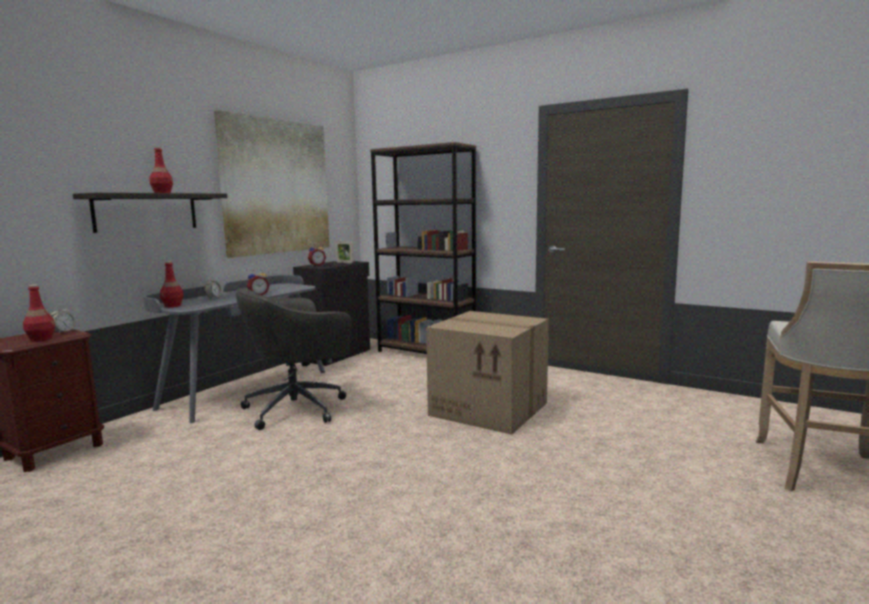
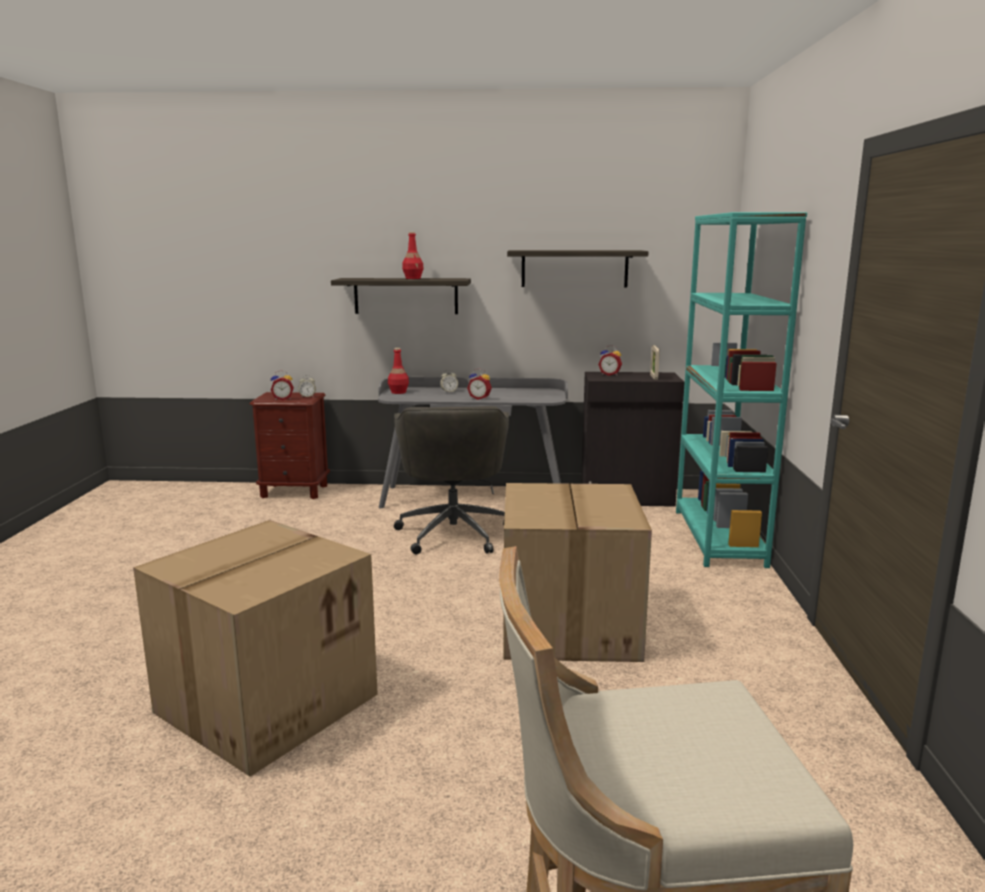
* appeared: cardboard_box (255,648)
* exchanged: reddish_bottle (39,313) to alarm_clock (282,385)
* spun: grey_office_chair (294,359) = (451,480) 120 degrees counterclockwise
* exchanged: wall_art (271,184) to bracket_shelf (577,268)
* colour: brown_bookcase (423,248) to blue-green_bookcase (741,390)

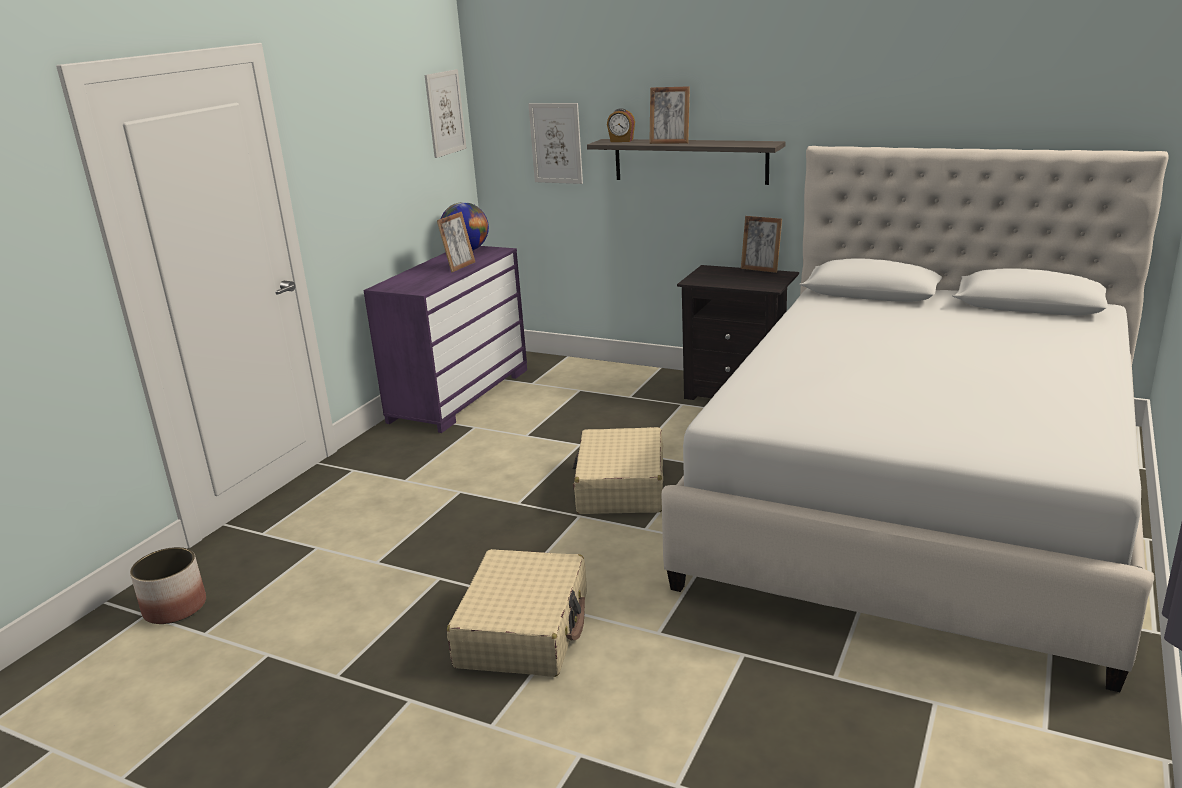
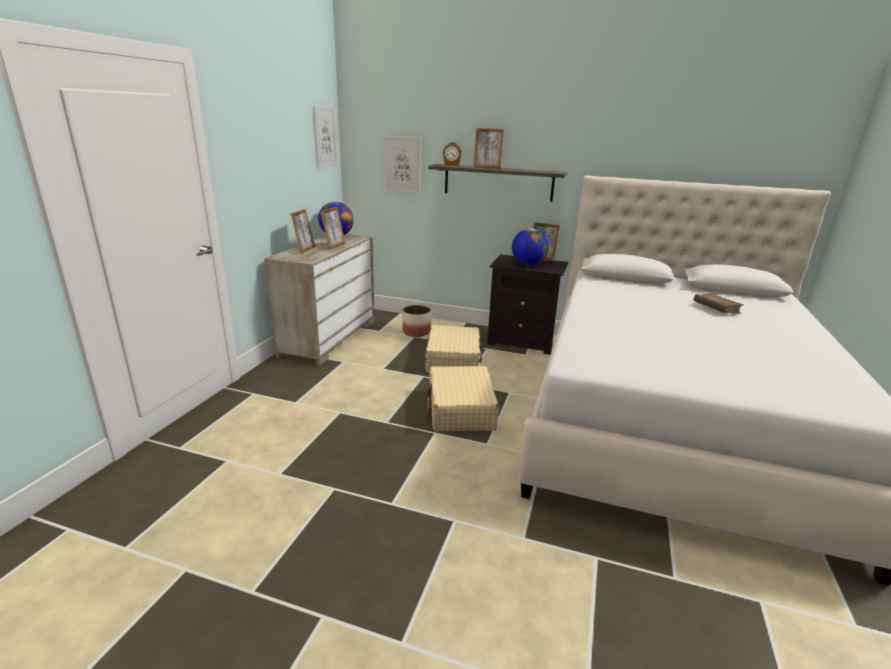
* colour: purple-coloured_chest_of_drawers (445,339) to beige_chest_of_drawers (319,300)
* appeared: picture_frame (303,231)
* relocated: flower_pot (168,585) to (417,321)
* relocated: beige_travel_case (517,613) to (454,349)
* appeared: globe (530,247)
* appeared: brown_volume (719,303)

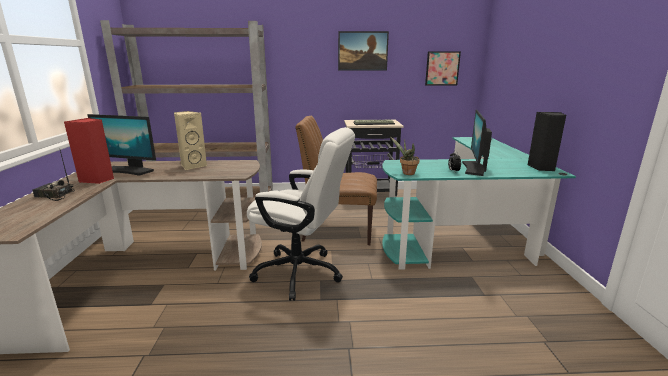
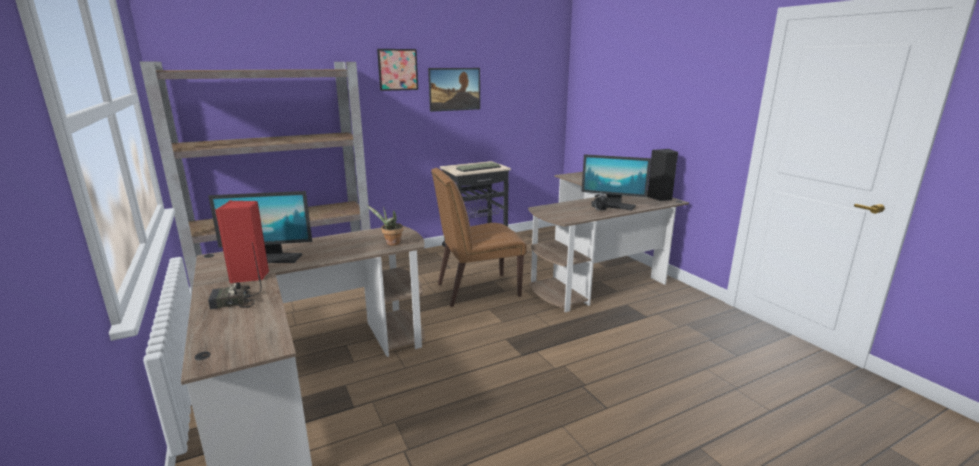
* relocated: plant_in_a_pot (405,156) to (385,225)
* relocated: wall_art (443,68) to (397,70)
* colour: blue-green_desk (479,203) to brown_desk (608,242)
* spun: computer_display (477,143) = (616,182) 60 degrees counterclockwise
* missing: beige_audio_speaker (190,140)
* missing: white-coloured_office_chair (301,214)

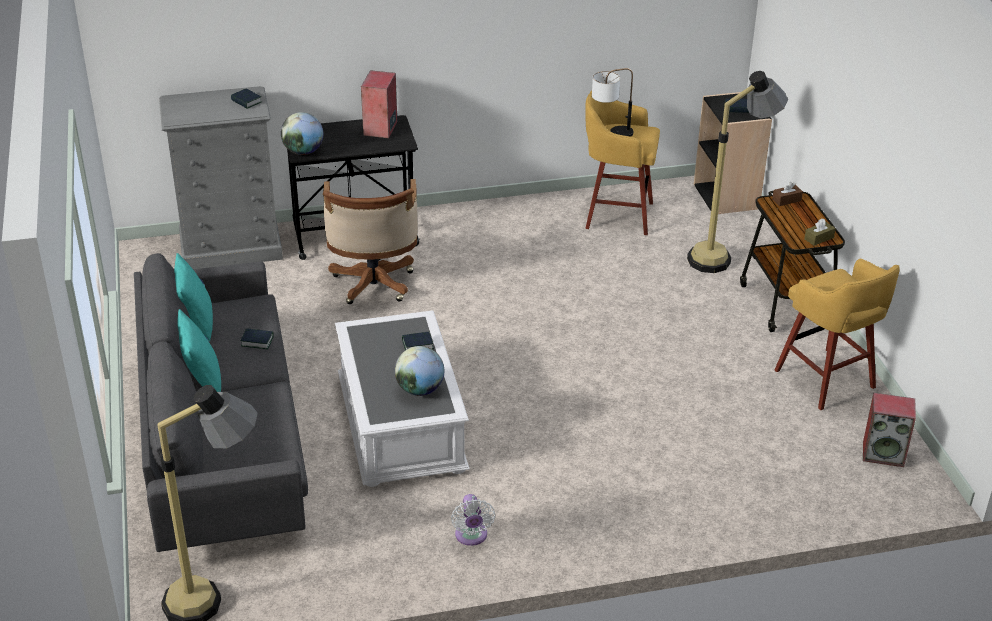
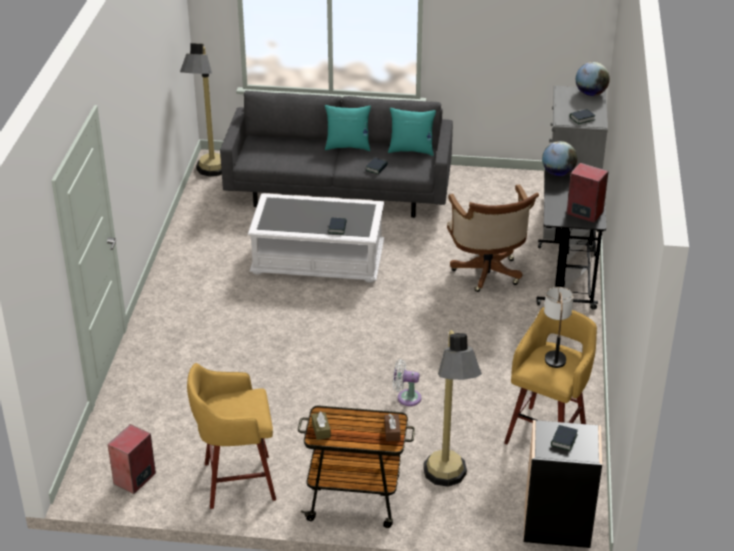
* relocated: white-coloured_fan (473,520) to (407,382)
* spun: office_chair (370,241) = (493,238) 120 degrees counterclockwise
* relocated: globe (419,371) to (593,79)

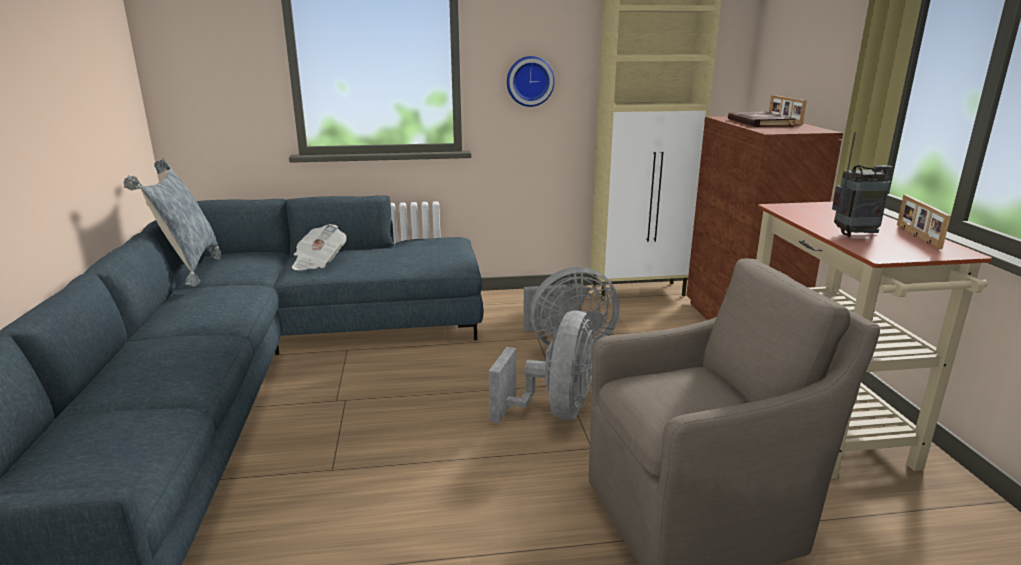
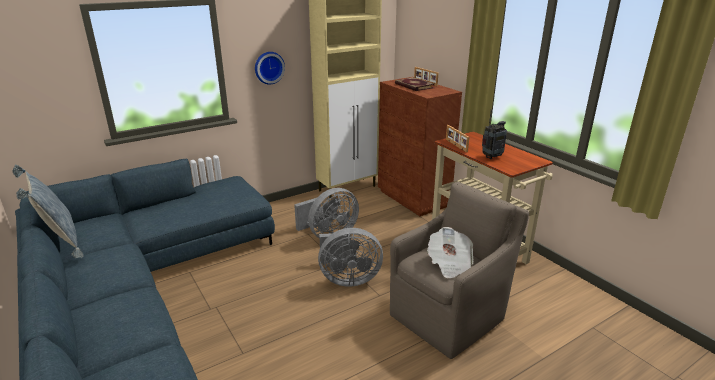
* spun: grey_fan (542,367) = (350,257) 90 degrees clockwise
* relocated: daily_paper (319,247) to (450,252)
* relocated: picture_frame (924,222) to (457,139)

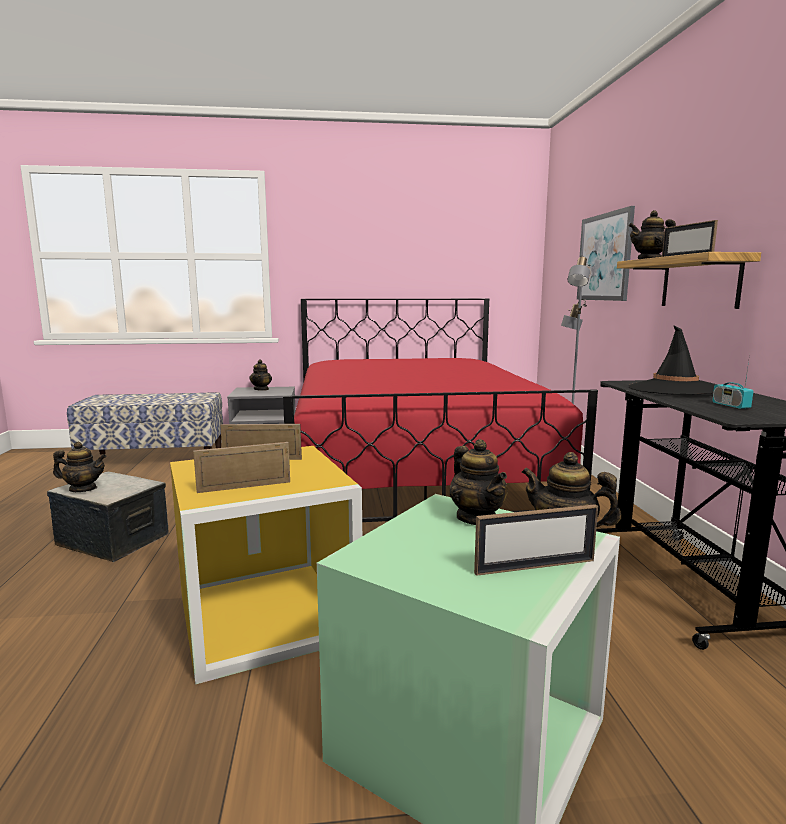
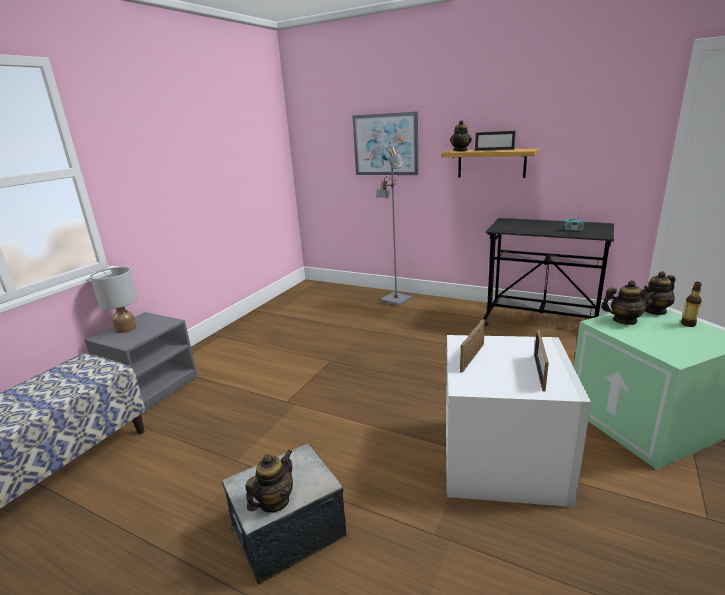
* exchanged: tea_pot (260,375) to grey_table_lamp (114,300)
* colour: yellowish_storage_box (266,565) to white-coloured_storage_box (518,421)
* exchanged: picture_frame (536,540) to bottle (691,304)
* missing: reddish_sleeping_bed (440,410)
* missing: black_clothing_hat (671,360)

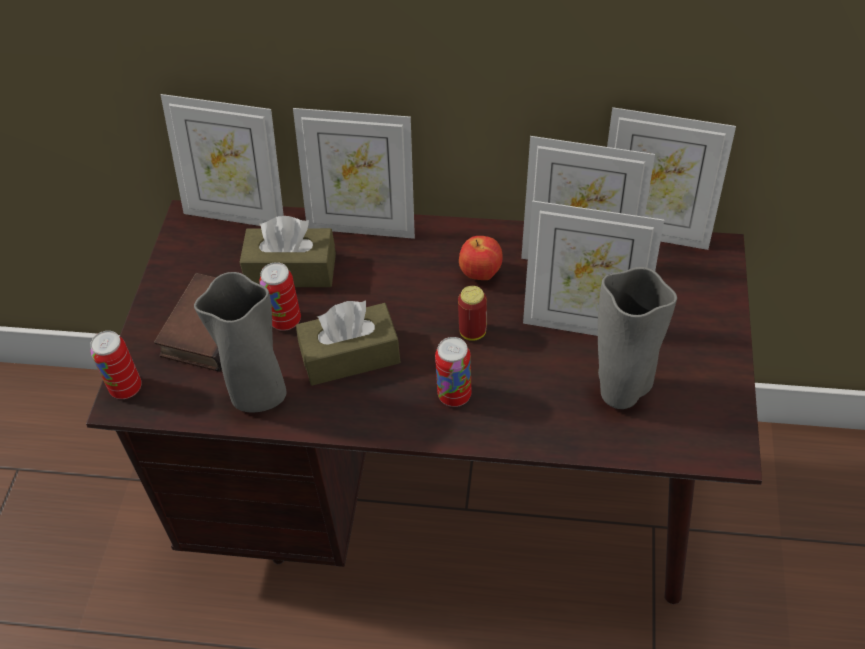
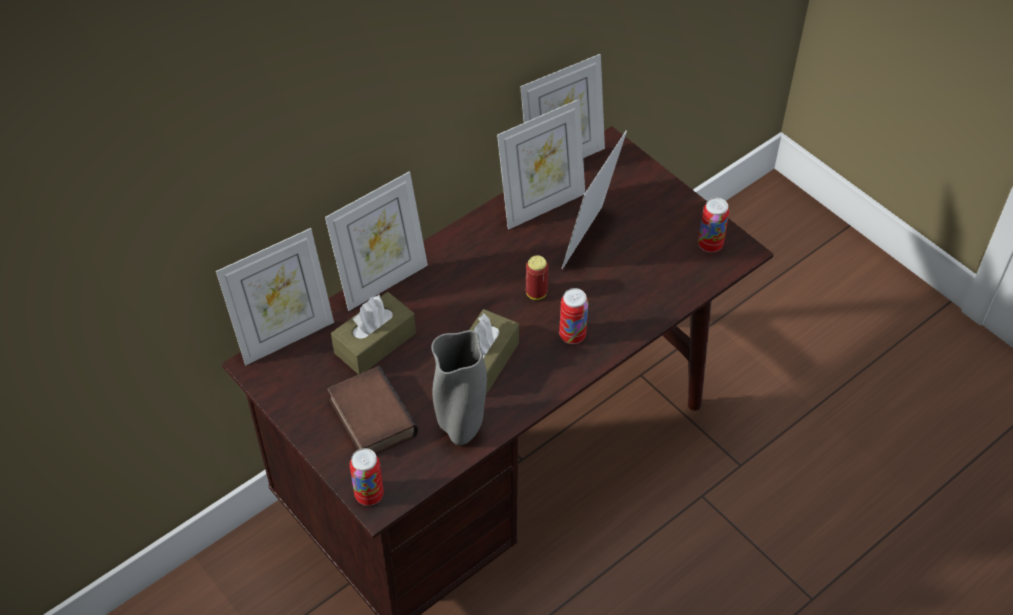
* spun: picture_frame (593,268) = (594,200) 150 degrees clockwise
* relocated: sealed_can (280,296) to (713,225)
* missing: apple (481,258)
* missing: grey_vase (637,338)

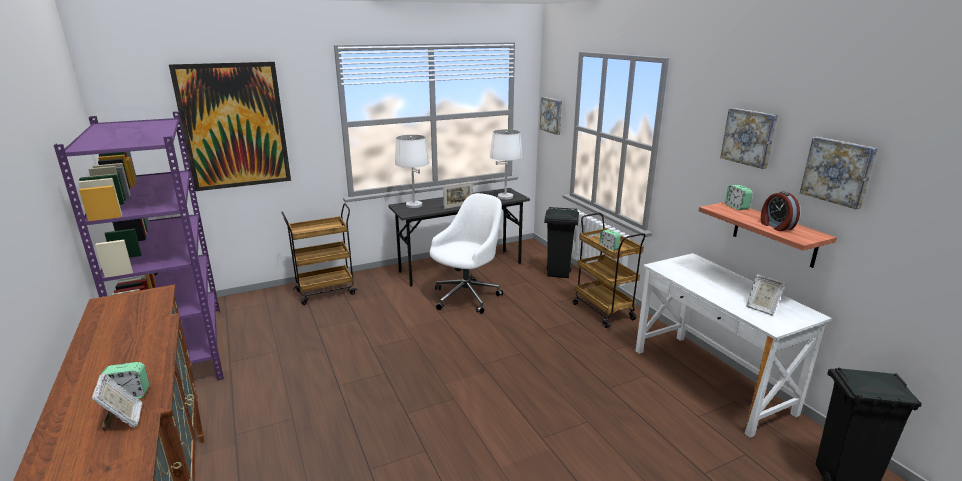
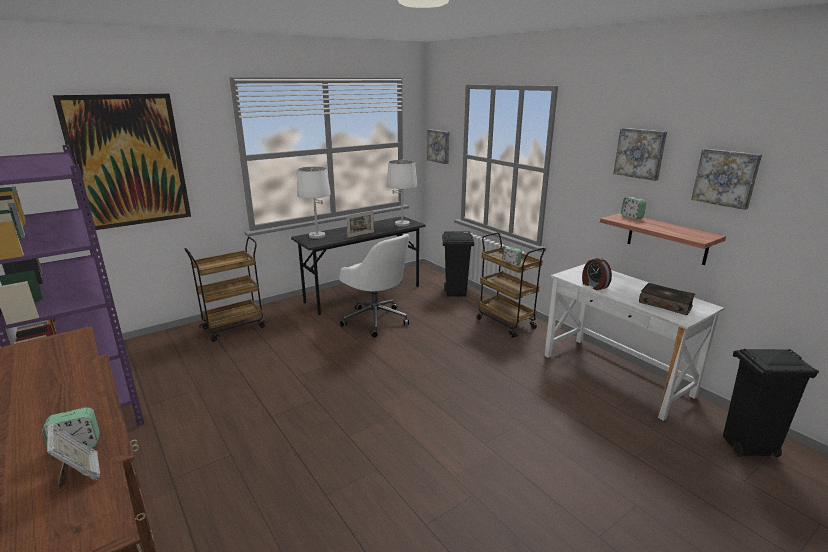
* spun: white-coloured_office_chair (466,253) = (374,286) 105 degrees clockwise
* relocated: alarm_clock (780,211) to (597,274)
* exchanged: picture_frame (766,295) to volume (667,299)

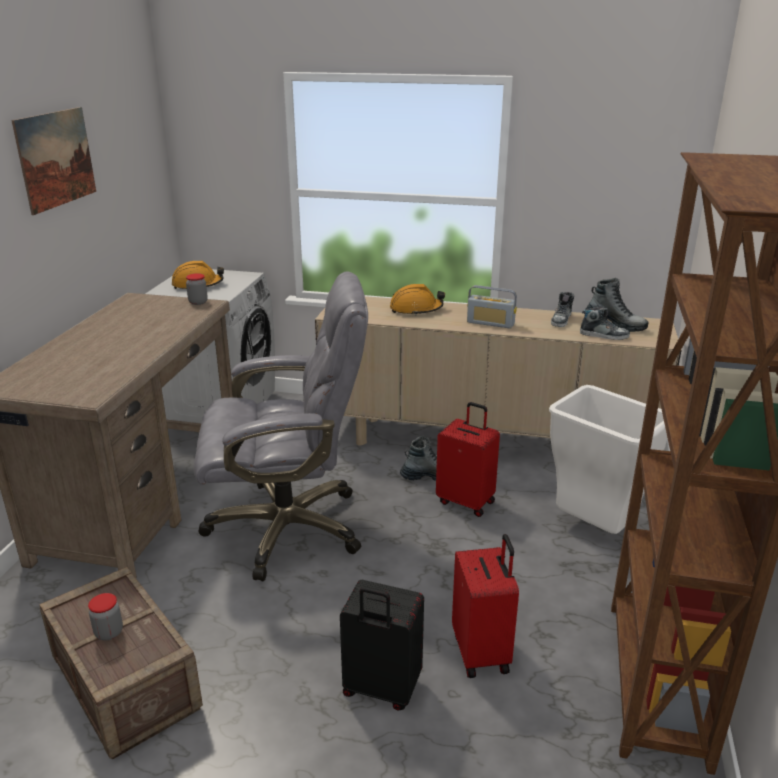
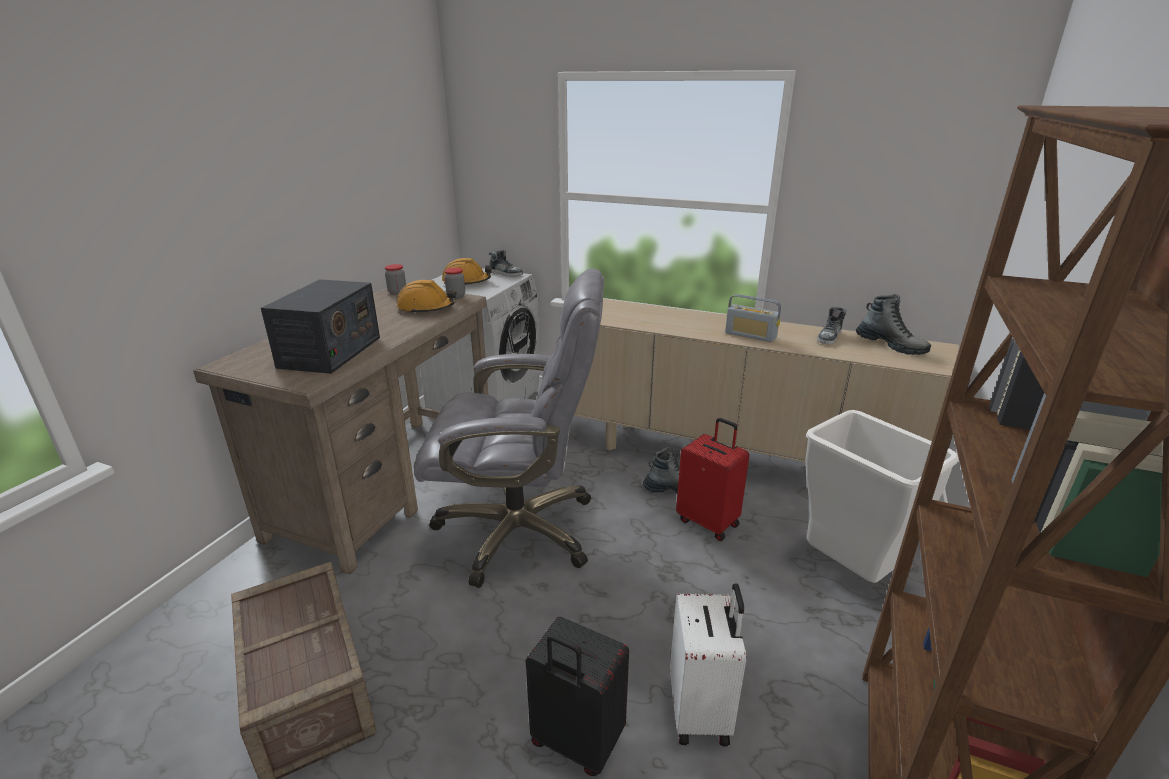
* appeared: radio_receiver (320,326)
* relocated: jar (105,616) to (395,279)
* relocated: orangey_hard_hat (417,300) to (426,297)
* relocated: low_shoe (605,323) to (506,263)
* colour: reddish_travel_case (485,606) to white-coloured_travel_case (708,664)
* missing: wall_art (53,161)

